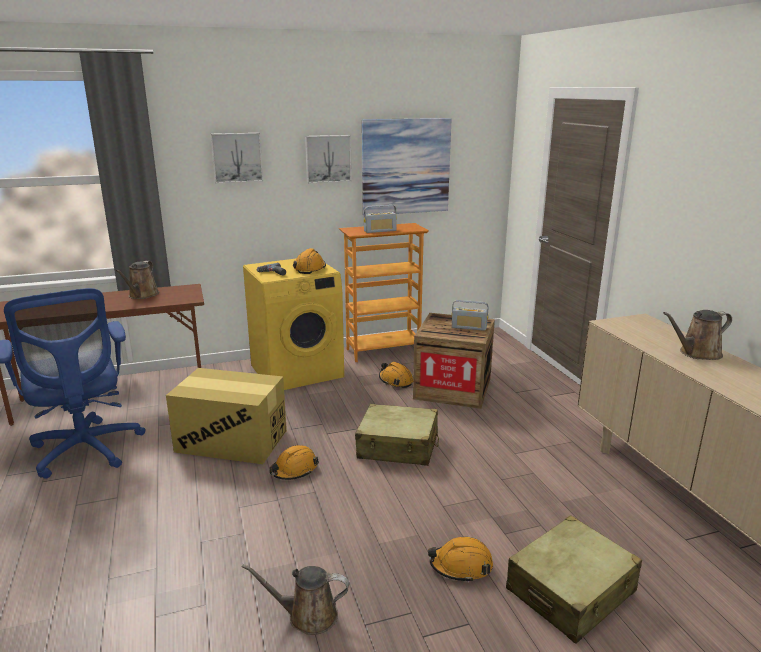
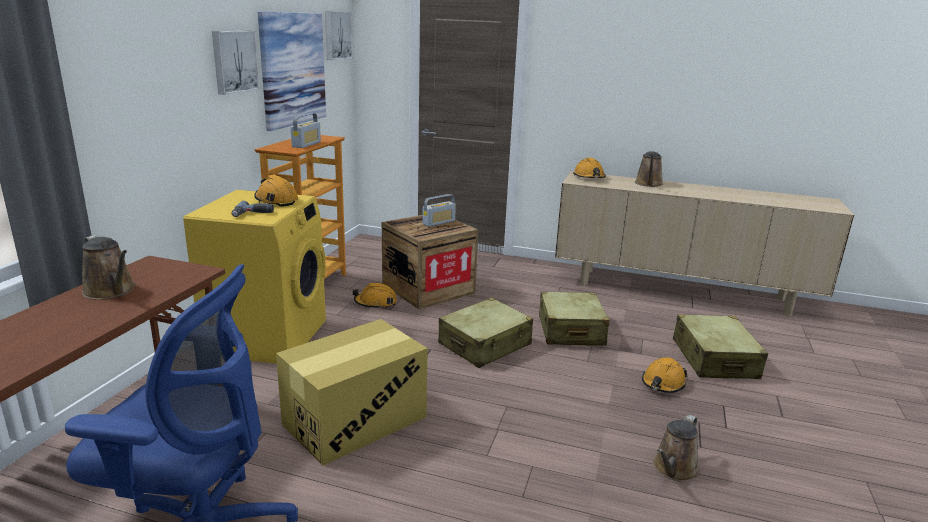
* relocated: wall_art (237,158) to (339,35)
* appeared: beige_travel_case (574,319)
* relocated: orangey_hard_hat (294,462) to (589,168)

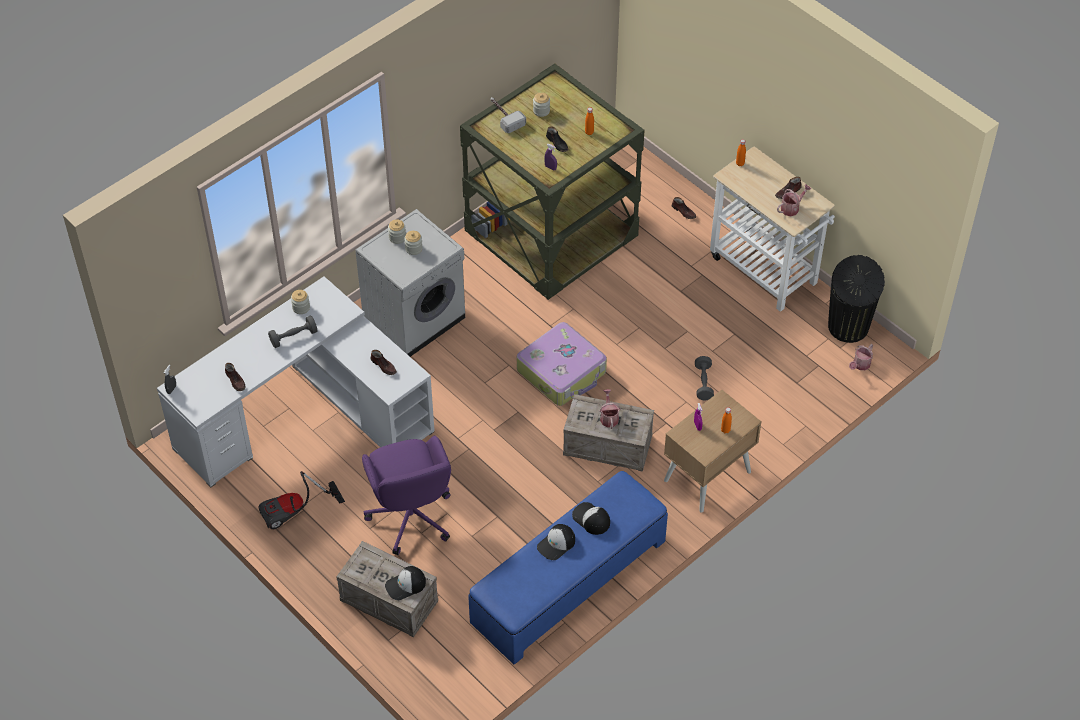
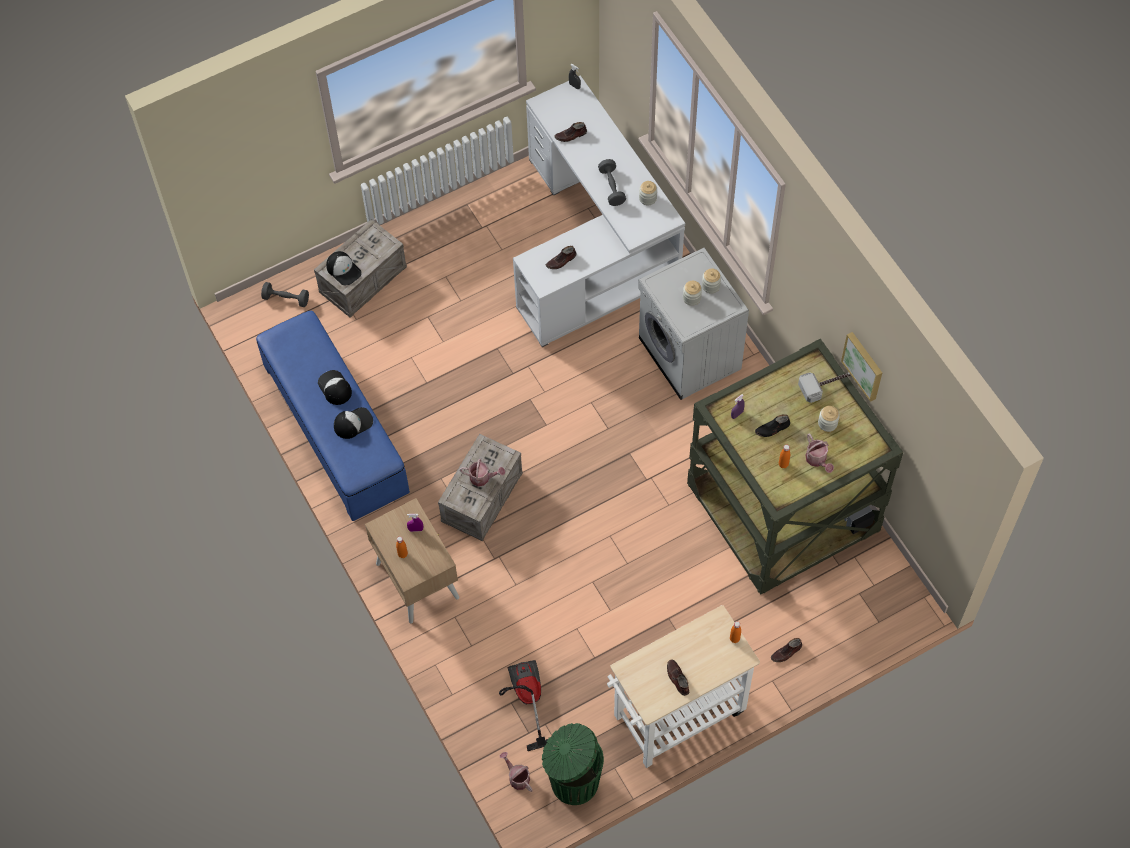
* relocated: grey_dumbbell (704,378) to (285,294)
* spun: baseball_cap (405,583) = (344,268) 150 degrees clockwise
* relocated: hoover (301,500) to (524,705)
* colour: black_waste_bin (856,299) to green_waste_bin (573,764)
* relocated: sprinkling_can (794,200) to (819,453)
* appeared: wall_art (861,367)
* missing: purple-coloured_office_chair (406,495)
* missing: travel_case (562,364)

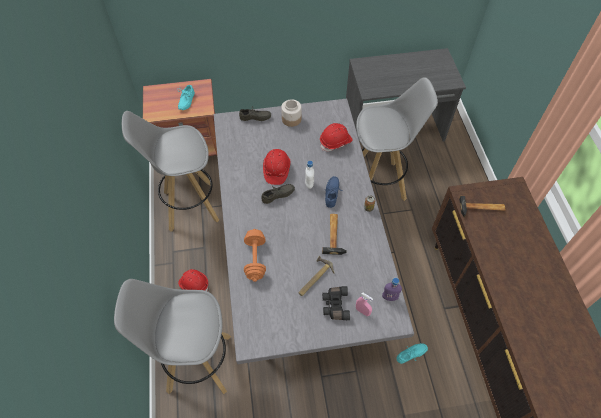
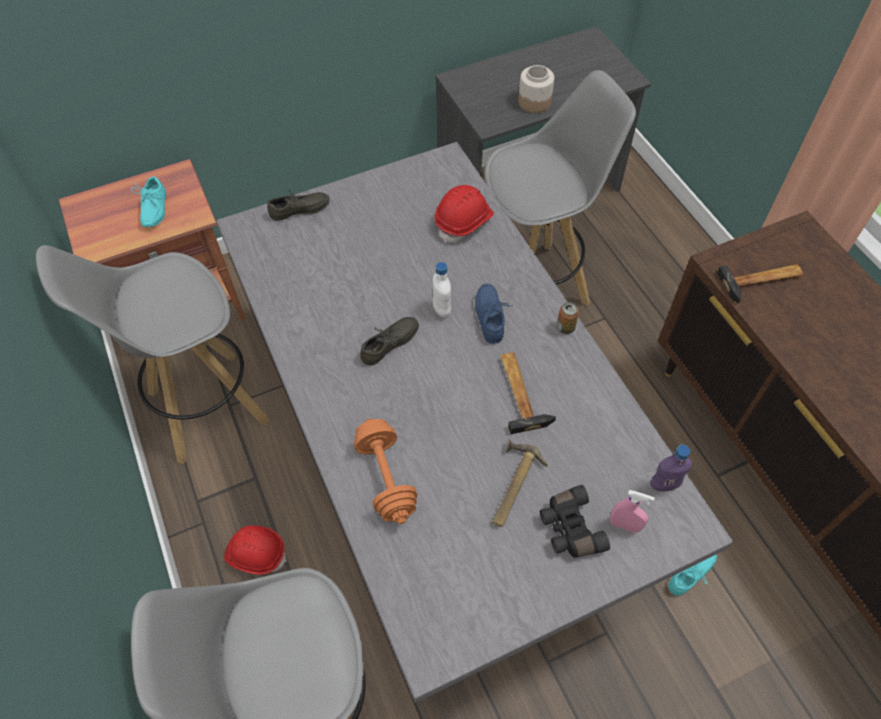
* relocated: jar (291,113) to (536,89)
* missing: reddish_hard_hat (277,167)

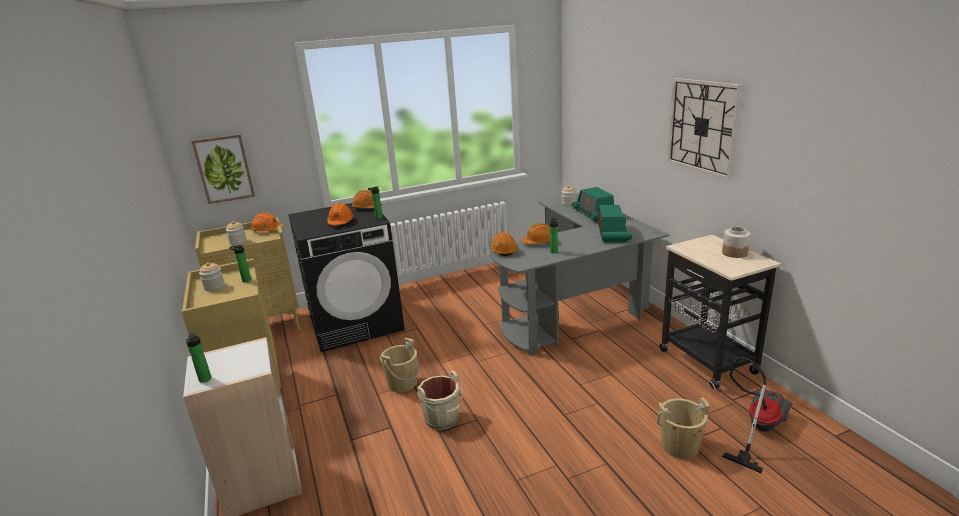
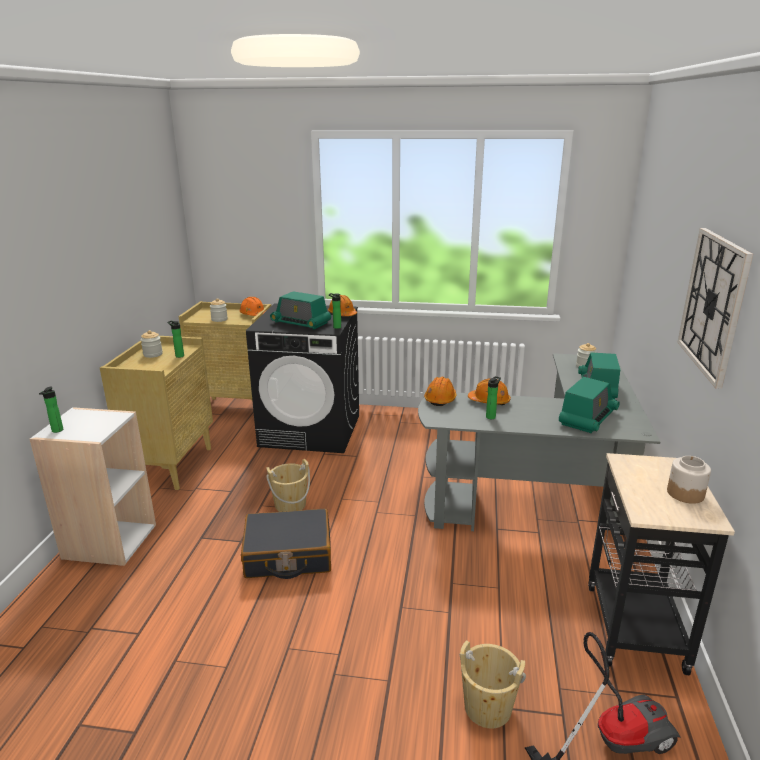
* exchanged: beige_bucket (440,400) to black_travel_case (286,544)
* exchanged: orangey_hard_hat (340,214) to radio_receiver (300,310)
* missing: wall_art (223,169)

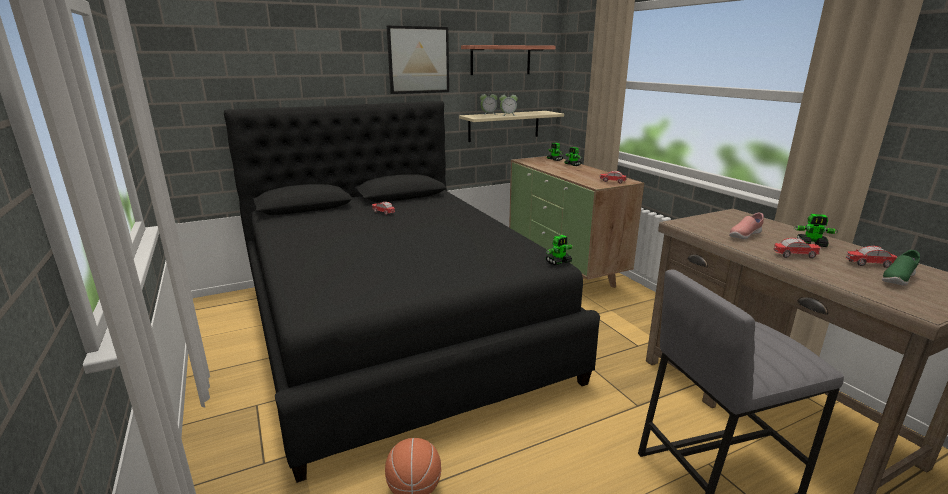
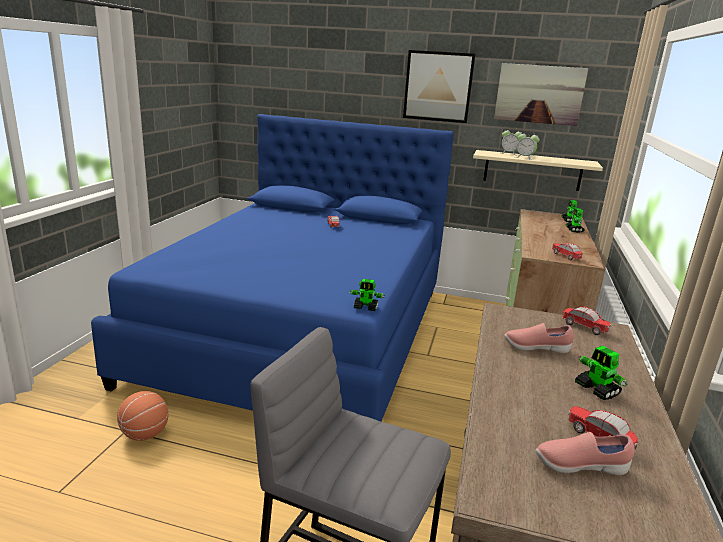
* colour: black_sleeping_bed (412,292) to blue-coloured_sleeping_bed (272,268)
* exchanged: bracket_shelf (508,60) to wall_art (541,94)
* colour: green_low_shoe (901,268) to pink_low_shoe (585,453)
* relocated: toy_car (797,248) to (586,320)

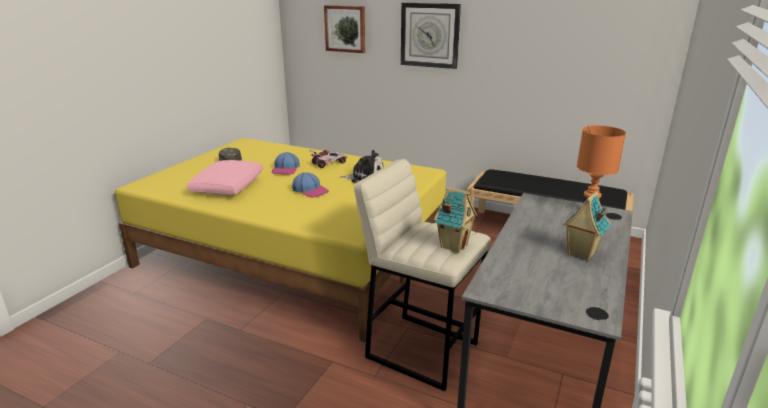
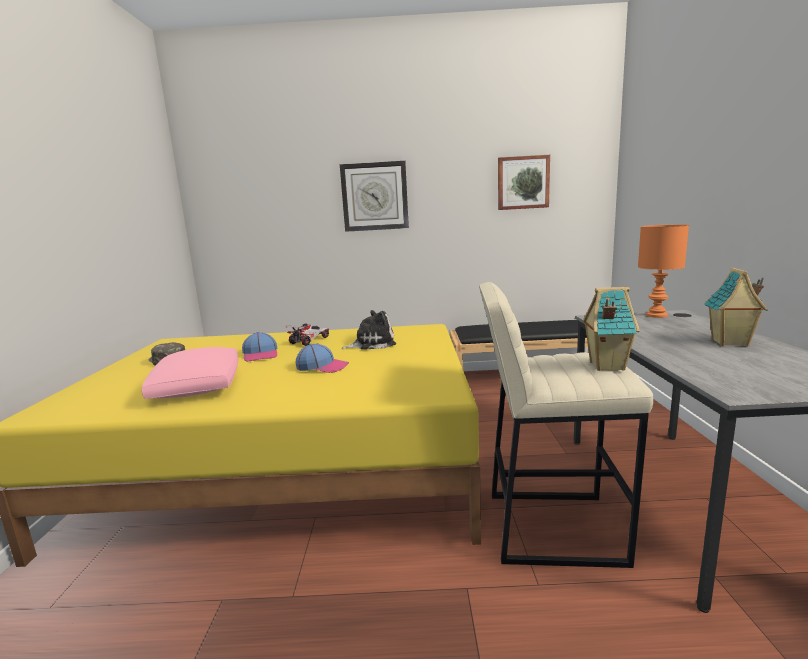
* relocated: wall_art (344,29) to (524,182)

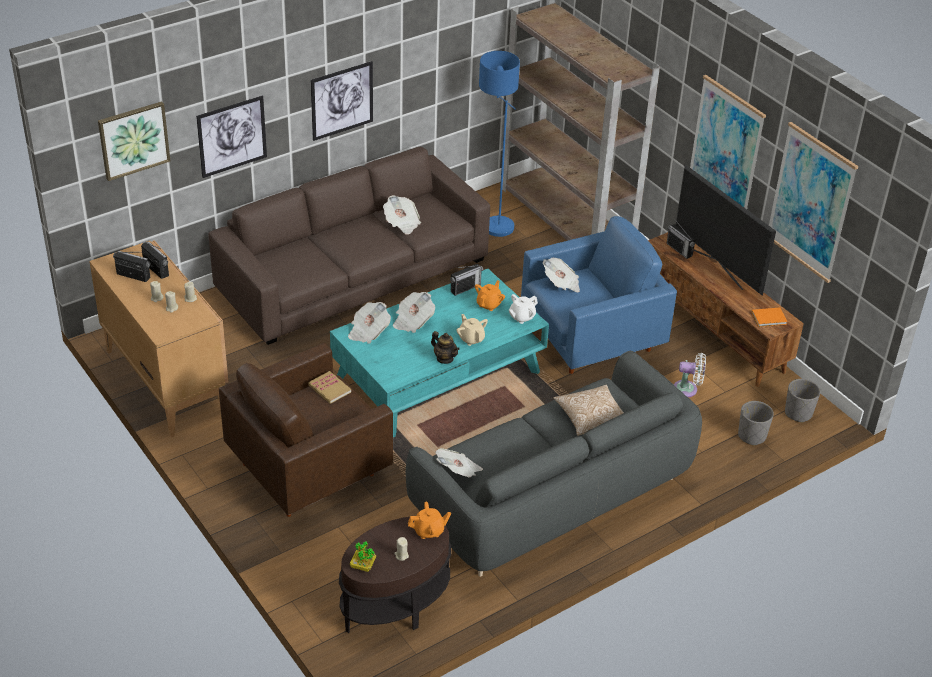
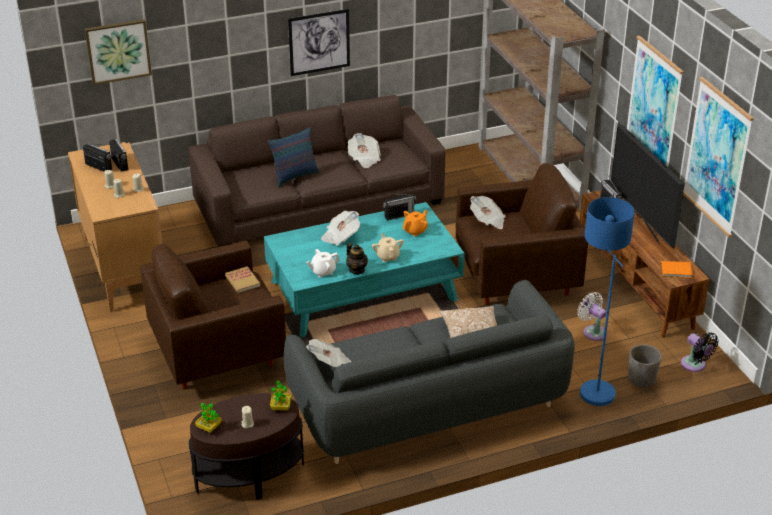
* appeared: blue-coloured_throw_pillow (294,158)
* exchanged: orangey_tea_pot (429,520) to plant_in_a_pot (280,395)
* relocated: white-coloured_tea_pot (523,309) to (323,263)
* colour: blue-coloured_lounge_chair (599,295) to brown_lounge_chair (521,234)
* spun: white-coloured_fan (690,375) = (592,316) 150 degrees counterclockwise
* relocated: blue-coloured_standard_lamp (499,144) to (607,301)
* exchanged: grey_flower_pot (802,401) to black_fan (700,352)
* missing: wall_art (231,137)
* missing: daily_paper (369,323)

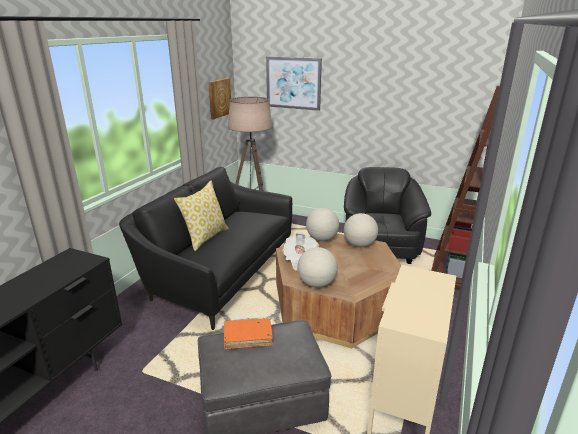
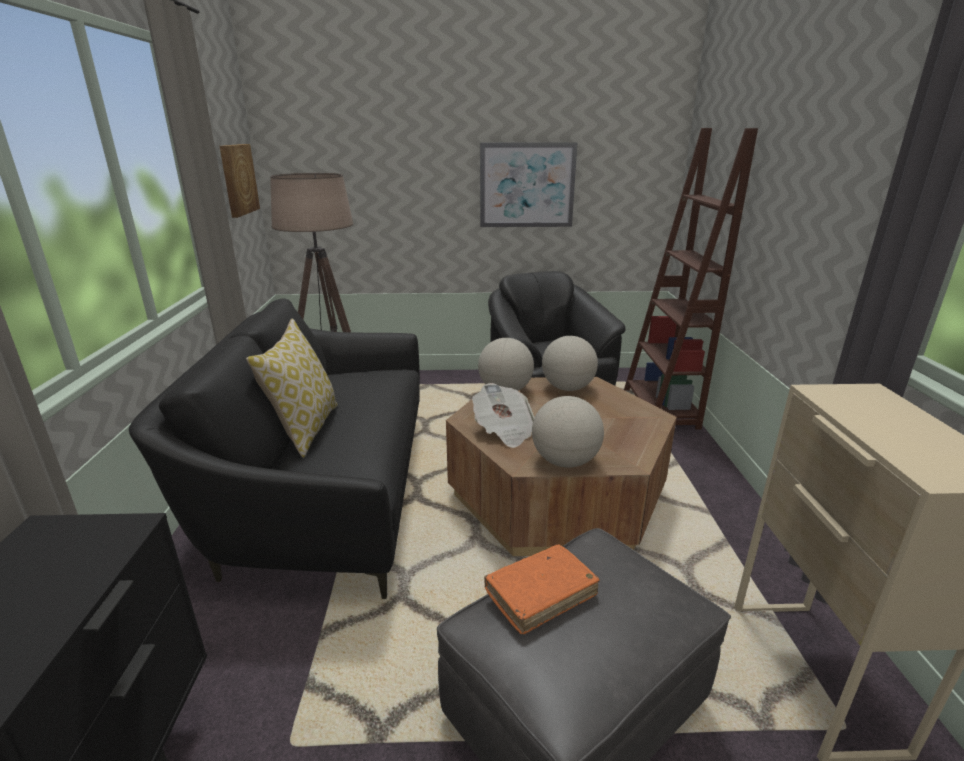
* relocated: wall_art (294,83) to (528,184)

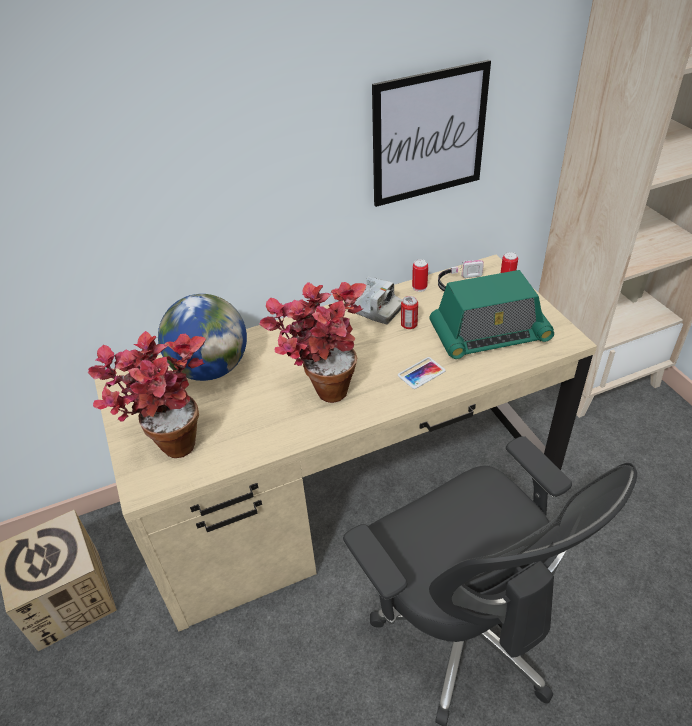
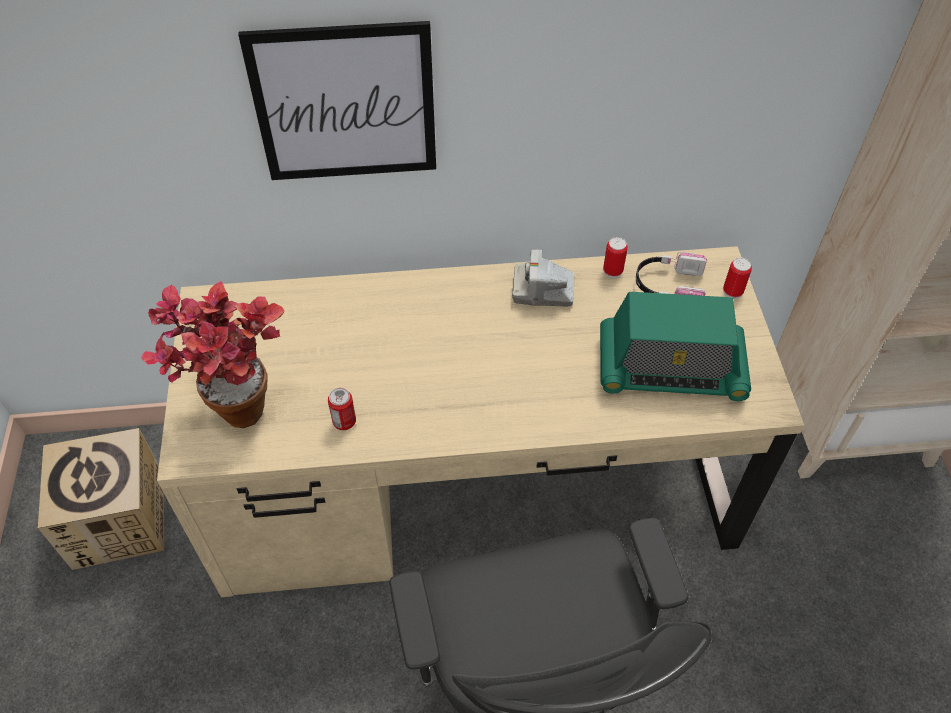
* relocated: wall_art (431,133) to (337,100)
* relocated: sealed_can (409,312) to (342,409)
* spun: photo_camera (375,300) = (543,278) 135 degrees clockwise
* missing: globe (202,337)
* missing: plant_in_a_pot (312,342)
* missing: telephone (422,373)

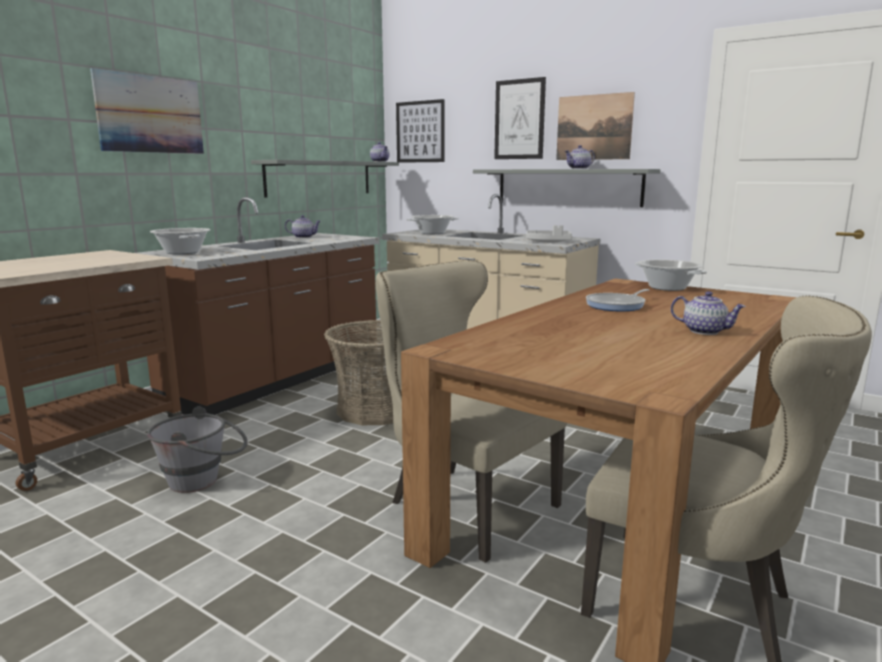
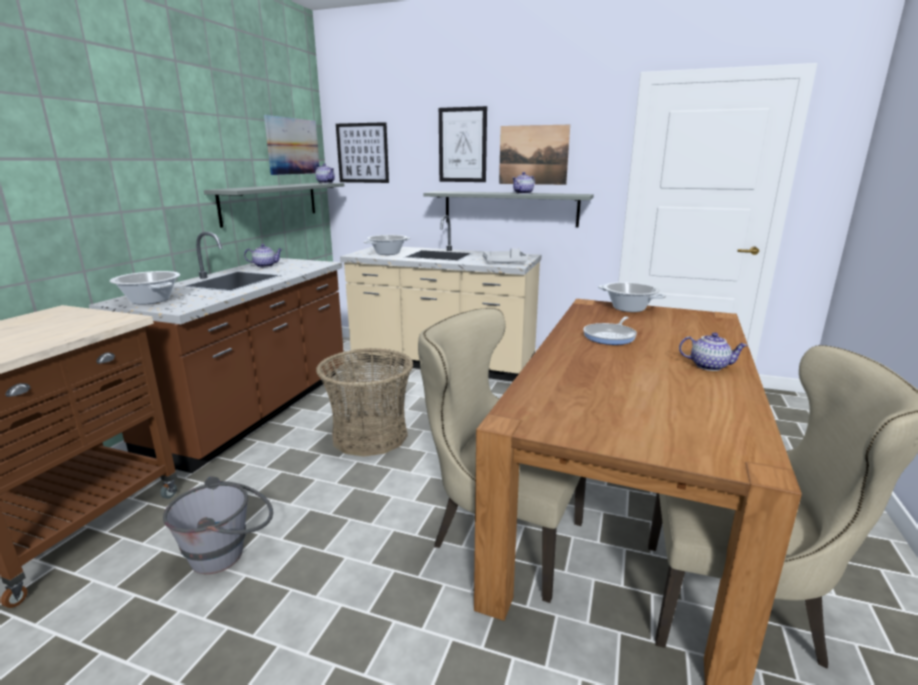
* relocated: wall_art (147,111) to (292,145)

